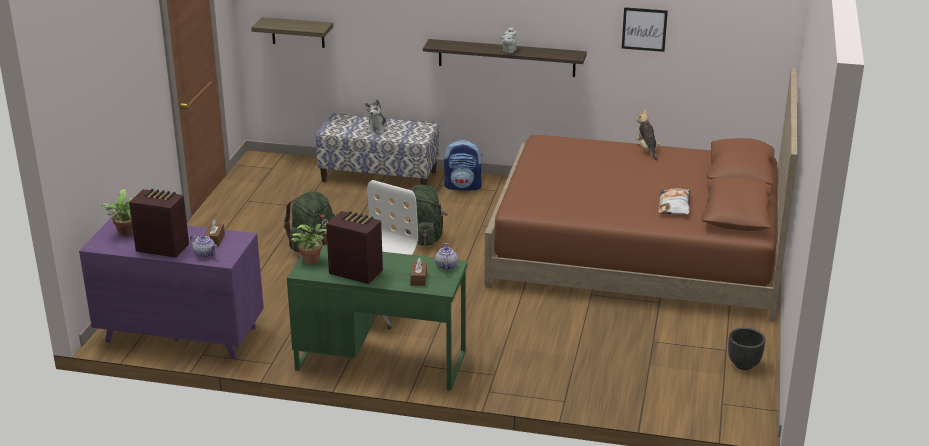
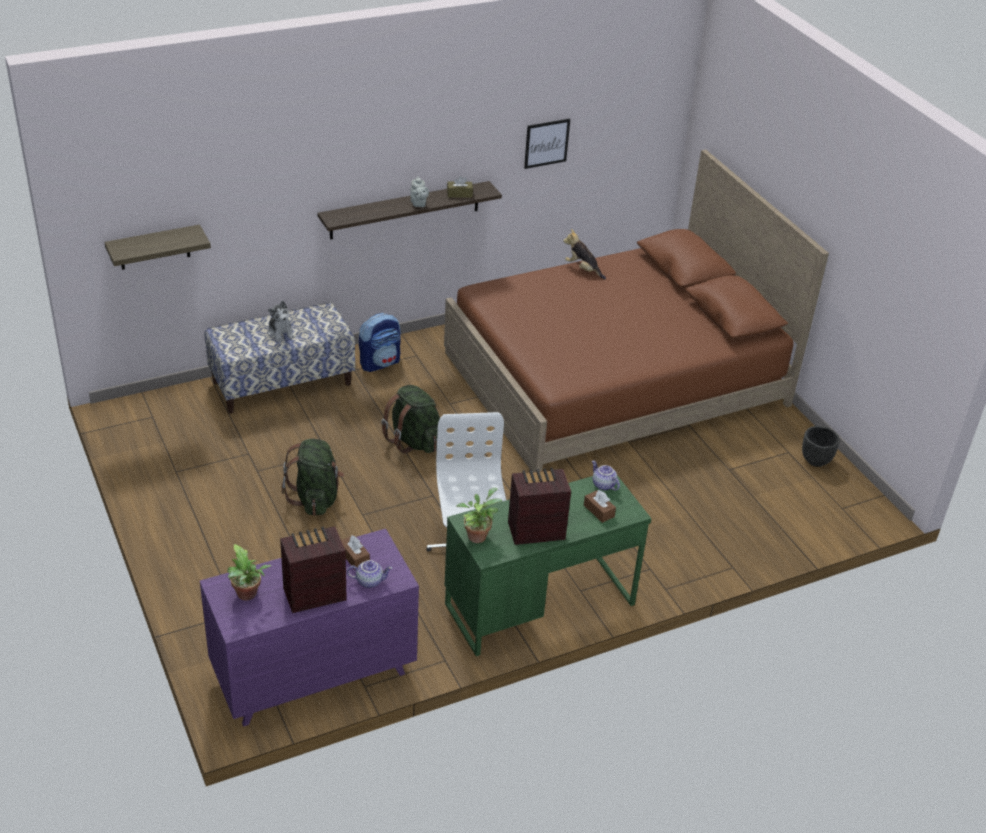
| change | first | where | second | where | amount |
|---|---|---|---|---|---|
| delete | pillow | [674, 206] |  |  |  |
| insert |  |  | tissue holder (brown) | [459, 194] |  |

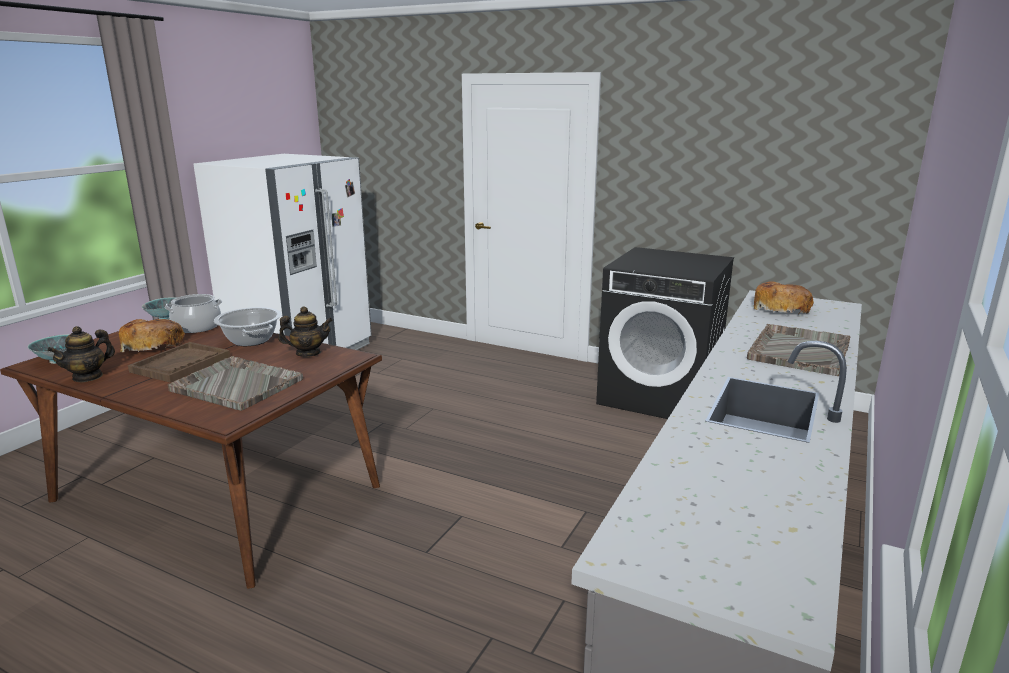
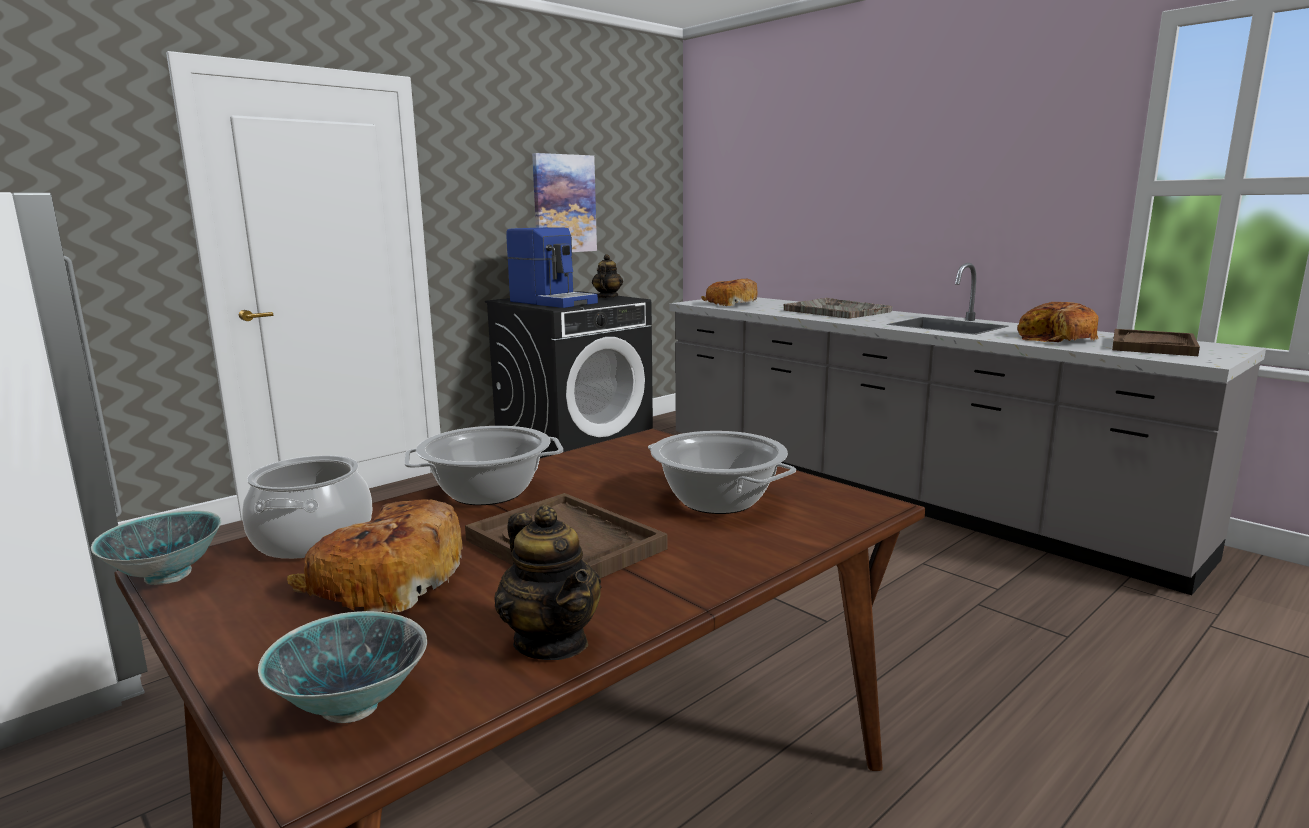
| change | first | where | second | where | amount |
|---|---|---|---|---|---|
| move | teapot | [308, 353] |  | [607, 297] |  |
| replace | tray (grey) | [236, 385] | stockpot | [717, 500] |  |
| insert |  |  | wall art | [564, 204] |  |
| insert |  |  | coffee maker | [553, 302] |  |
| insert |  |  | bakery bread | [1057, 339] |  |
| insert |  |  | tray (brown) | [1152, 346] |  |

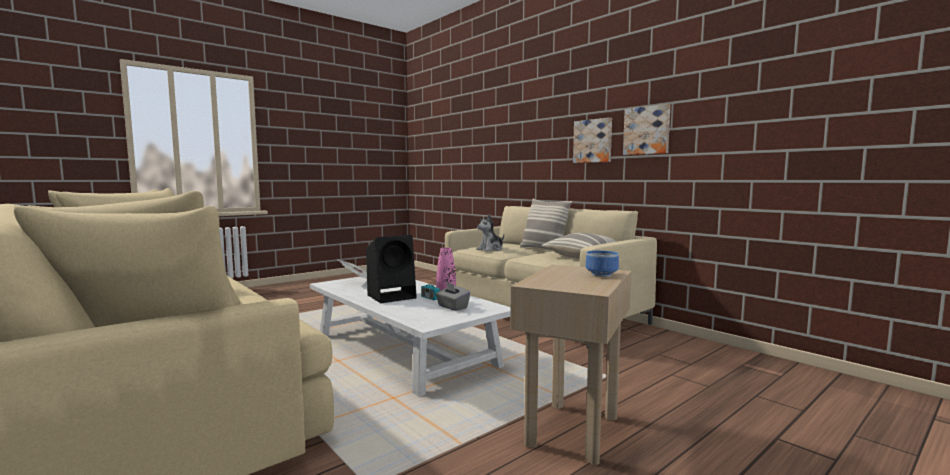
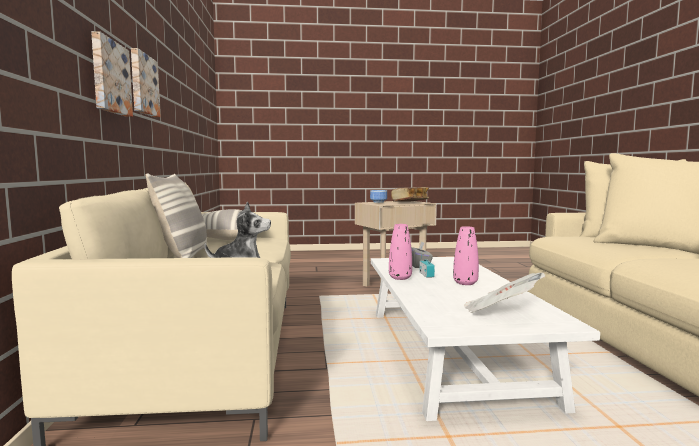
| change | first | where | second | where | amount |
|---|---|---|---|---|---|
| replace | audio speaker (black) | [392, 296] | vase (pink) | [465, 283] |  |
| insert |  |  | bound book | [410, 202] |  |

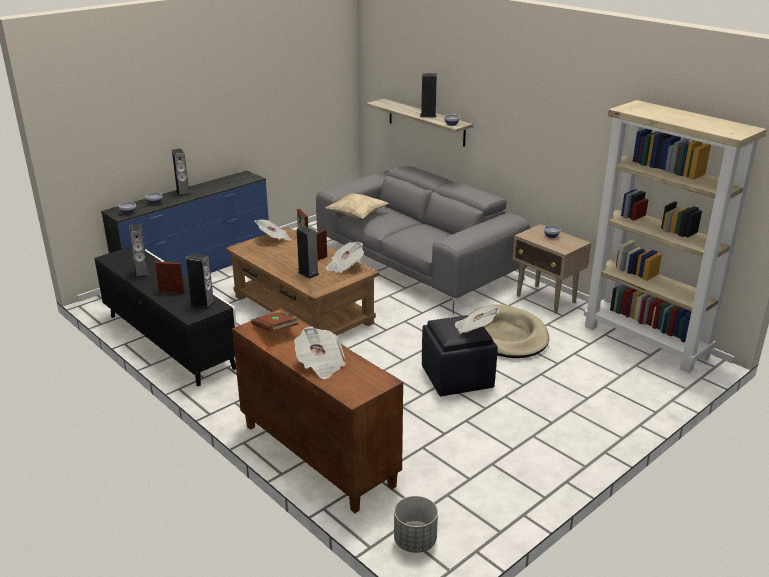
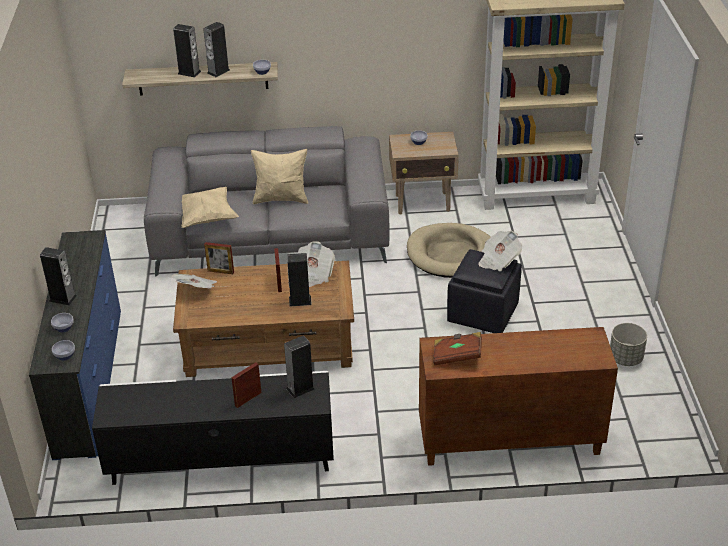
| change | first | where | second | where | amount |
|---|---|---|---|---|---|
| move | audio speaker | [142, 273] |  | [189, 72] |  |
| delete | newspaper | [320, 364] |  |  |  |
| move | plant pot (grey) | [415, 541] |  | [626, 358] |  |
| insert |  |  | pillow (beige) | [281, 198] |  |

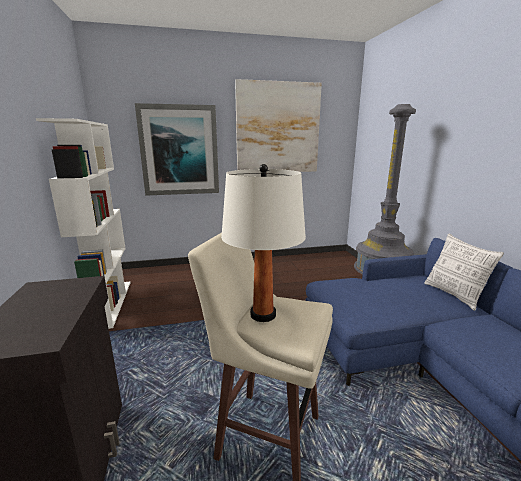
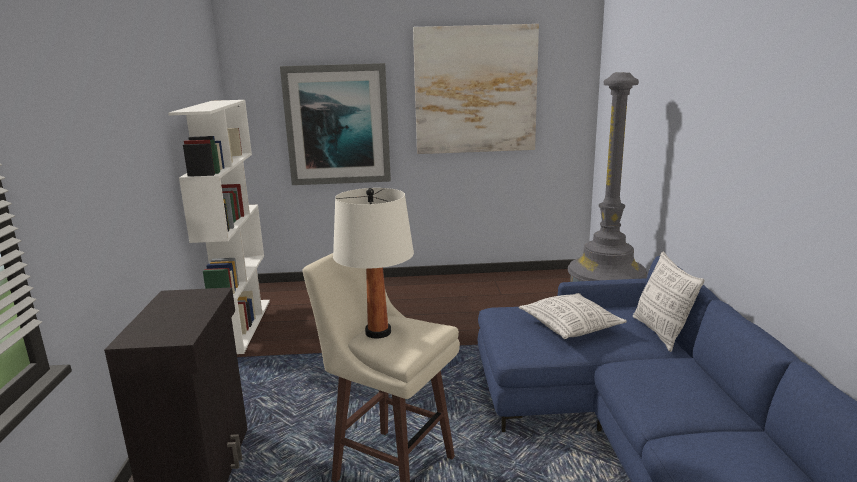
| change | first | where | second | where | amount |
|---|---|---|---|---|---|
| insert |  |  | pillow | [571, 327] |  |

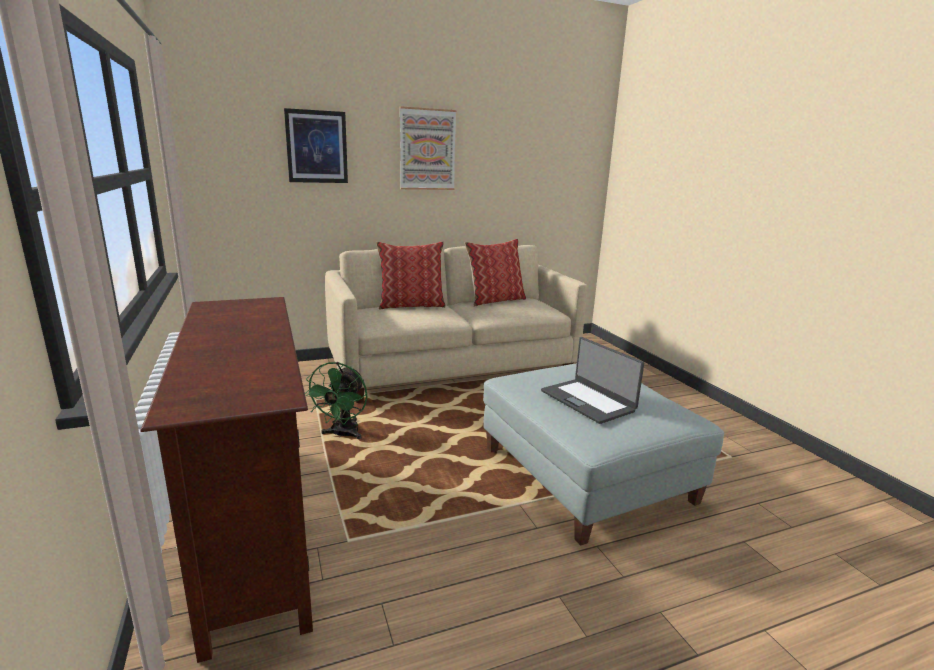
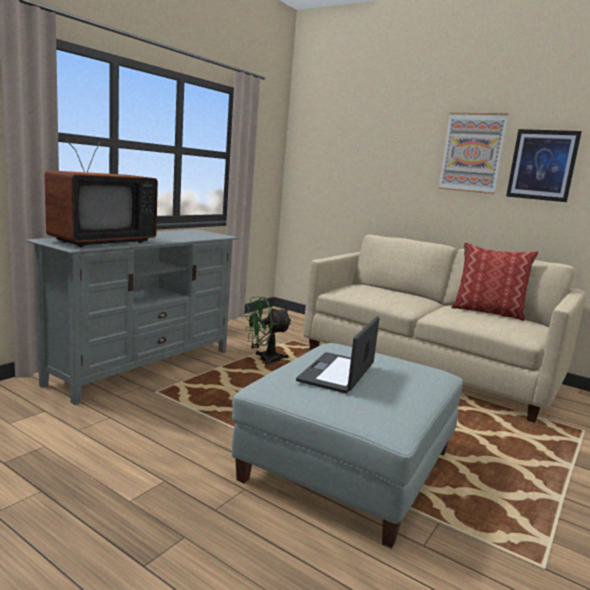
| change | first | where | second | where | amount |
|---|---|---|---|---|---|
| move | wall art | [316, 147] |  | [542, 165] |  |
| delete | pillow | [411, 305] |  |  |  |
| recolor | tv stand (brown) | [254, 528] | tv stand (grey) | [143, 366] |  |
| insert |  |  | TV set | [98, 241] |  |

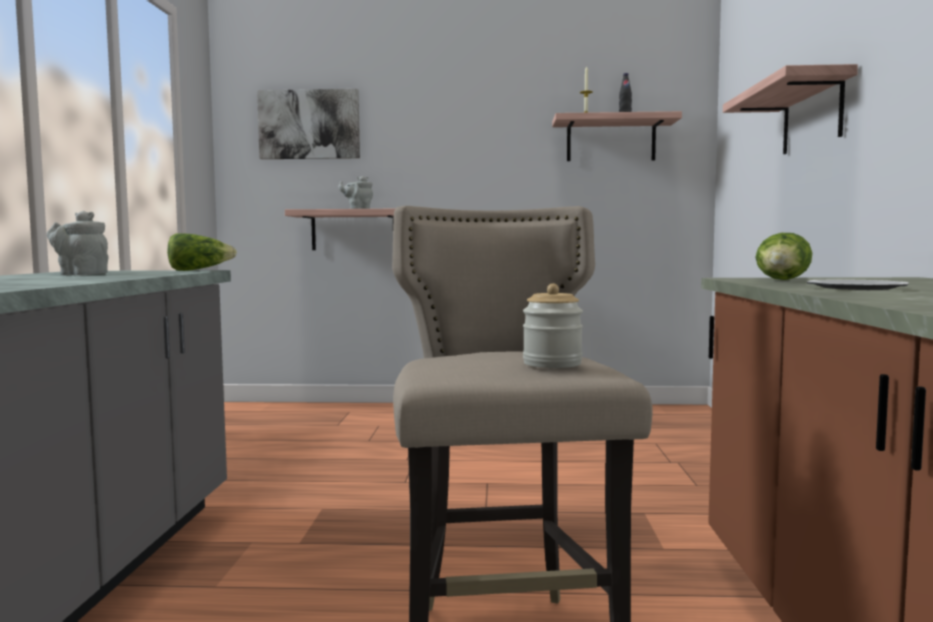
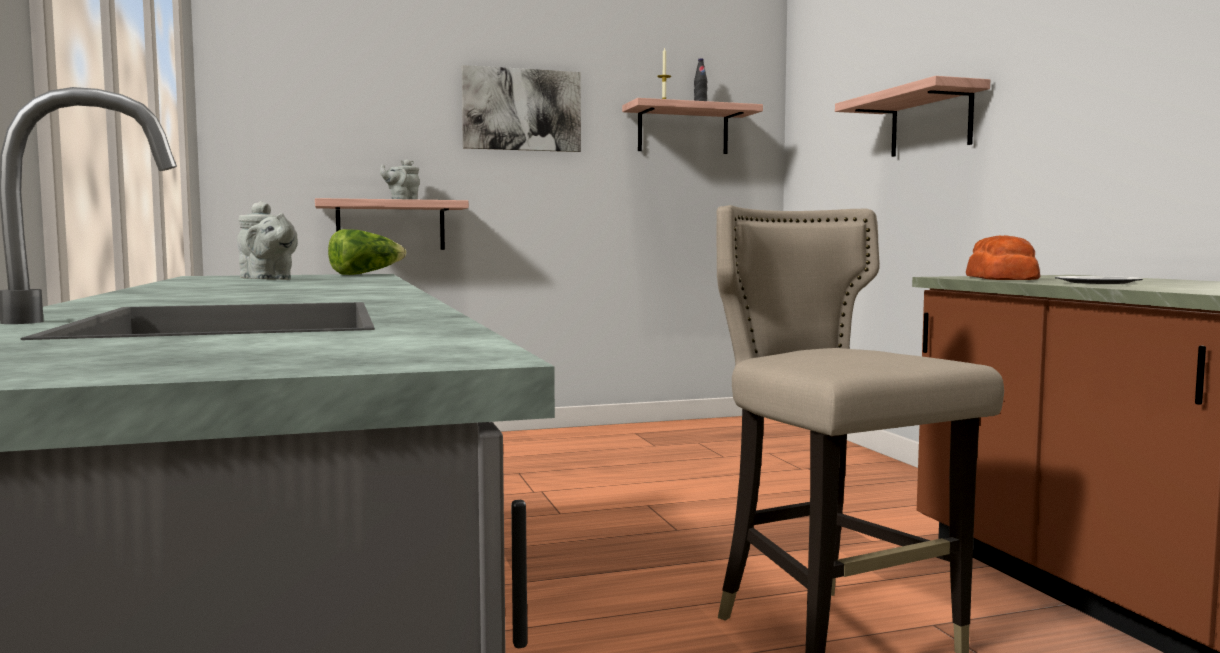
| change | first | where | second | where | amount |
|---|---|---|---|---|---|
| move | wall art | [309, 124] |  | [521, 110] |  |
| rotate | teapot (grey) | [80, 274] |  | [268, 279] | 135 degrees counterclockwise |
| replace | lettuce head | [782, 280] | bakery bread | [1001, 278] |  |
| delete | jar | [552, 363] |  |  |  |

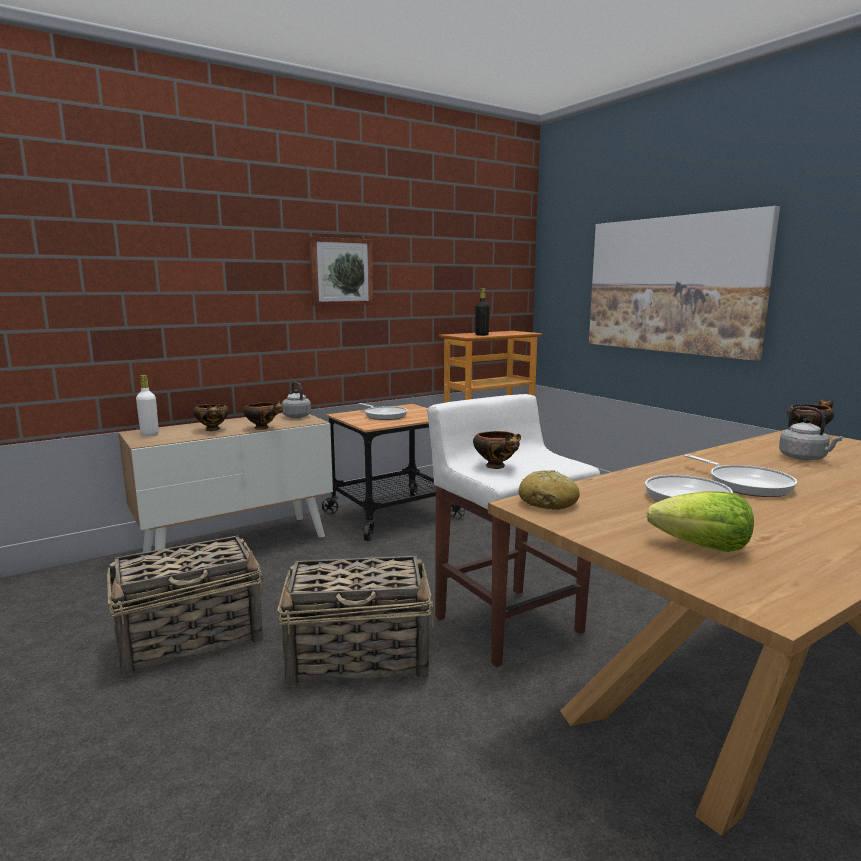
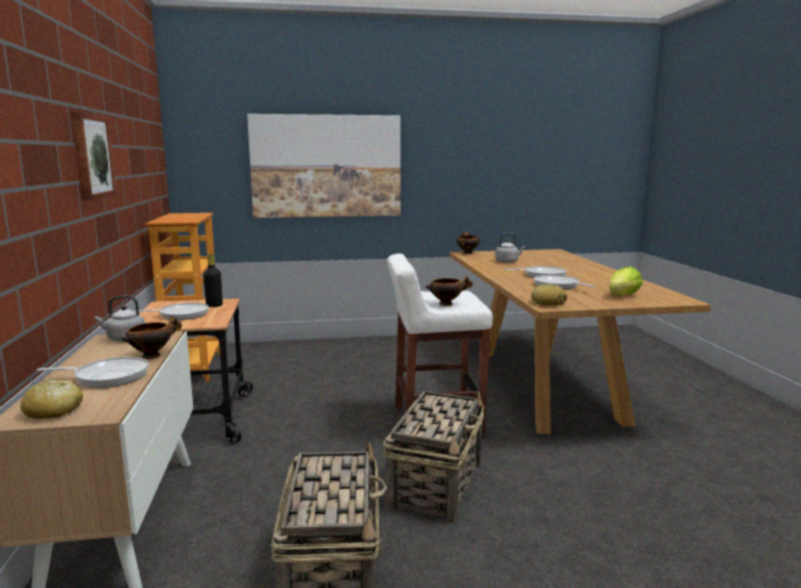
| change | first | where | second | where | amount |
|---|---|---|---|---|---|
| move | beverage bottle (black) | [482, 335] |  | [214, 305] |  |
| replace | beverage bottle (whitish) | [149, 434] | bakery bread | [53, 410] |  |
| replace | deep dish | [213, 430] | skillet | [107, 377] |  |

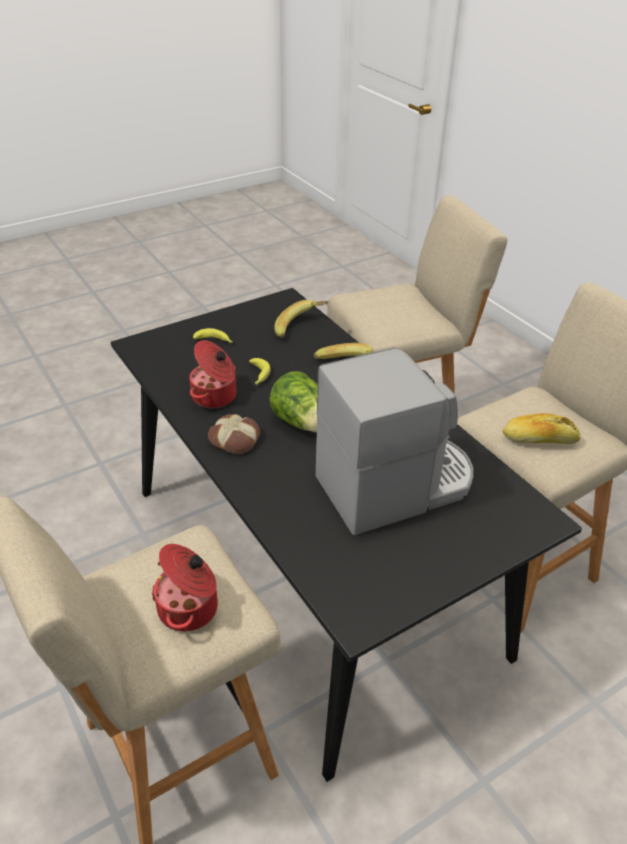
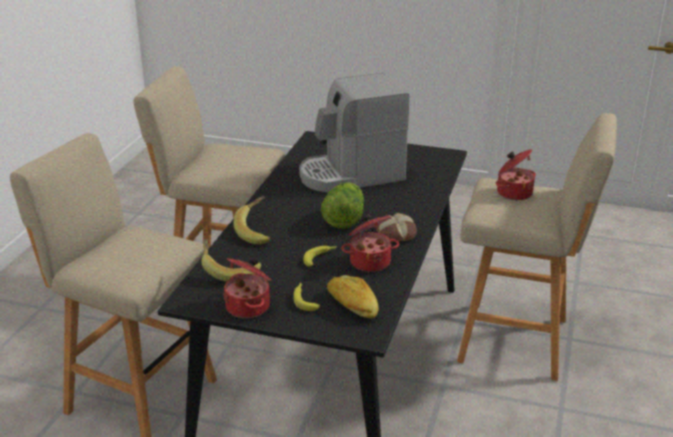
| change | first | where | second | where | amount |
|---|---|---|---|---|---|
| rotate | coffee maker | [396, 485] |  | [351, 175] | 45 degrees counterclockwise |
| move | bakery bread | [539, 440] |  | [352, 305] |  |
| insert |  |  | stockpot | [249, 306] |  |

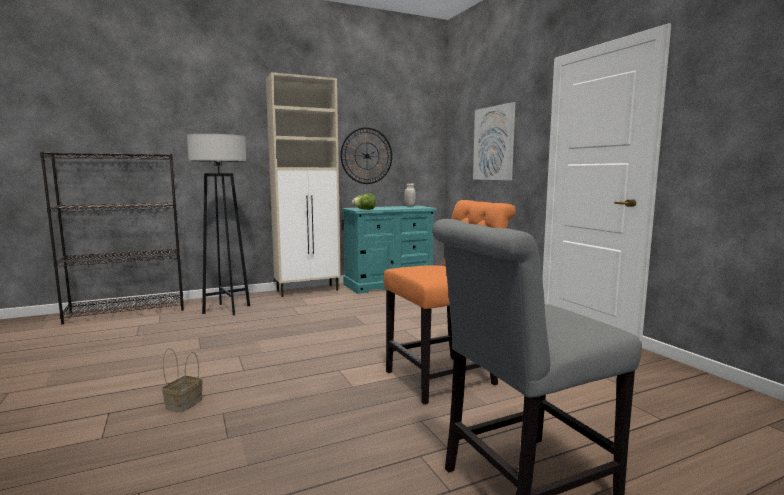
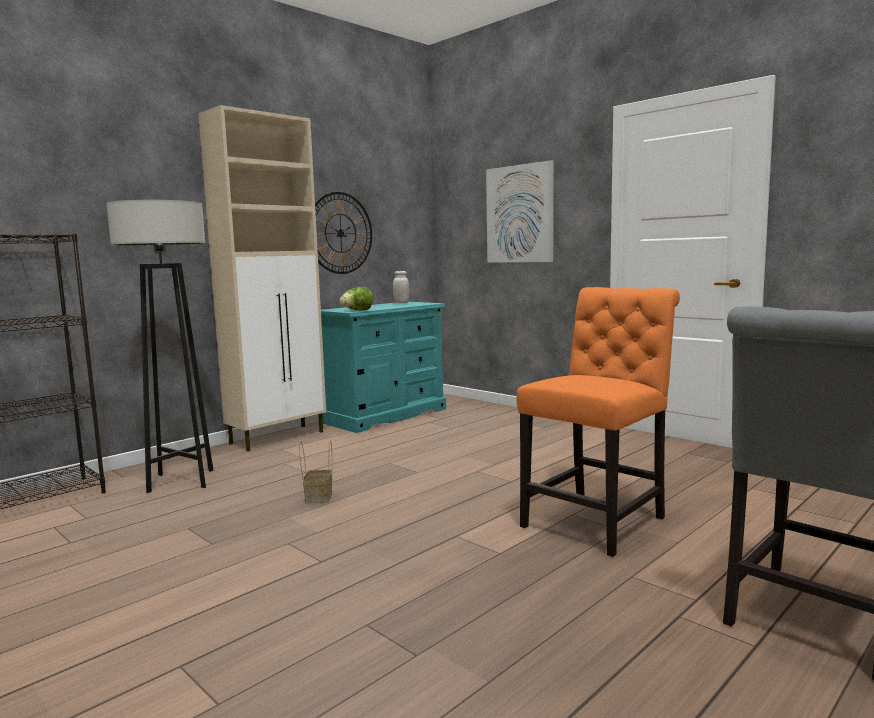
| change | first | where | second | where | amount |
|---|---|---|---|---|---|
| move | basket | [184, 403] |  | [318, 497] |  |

